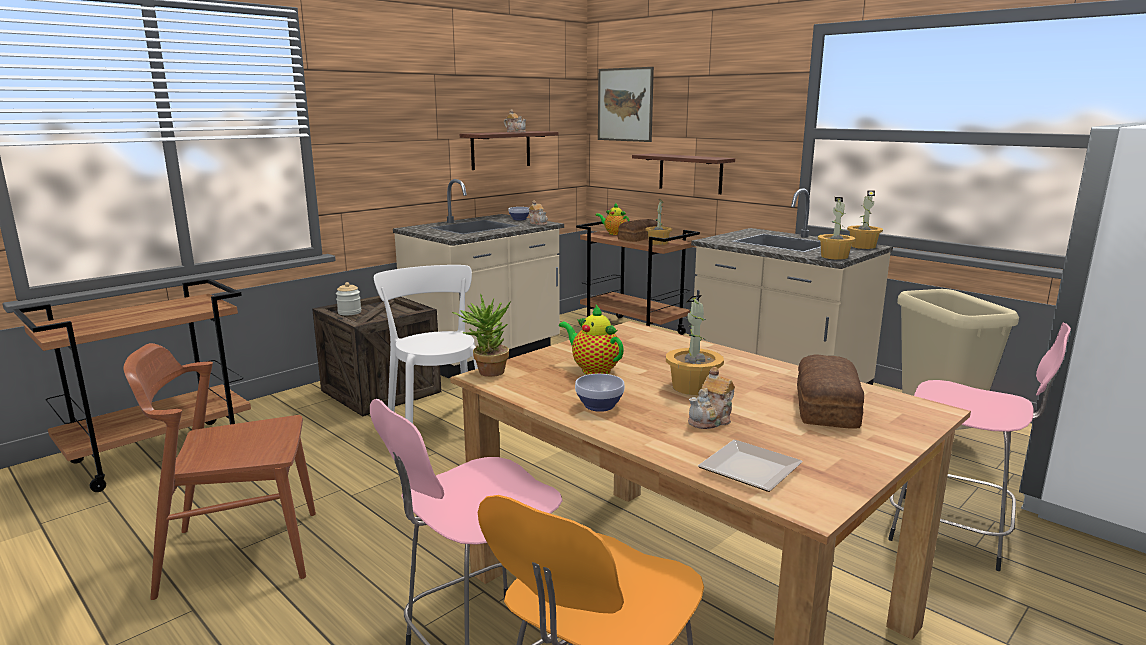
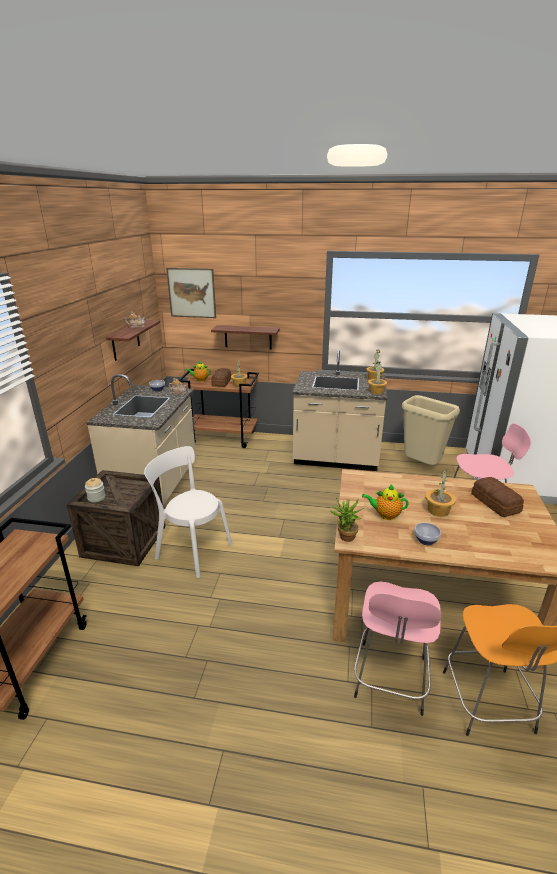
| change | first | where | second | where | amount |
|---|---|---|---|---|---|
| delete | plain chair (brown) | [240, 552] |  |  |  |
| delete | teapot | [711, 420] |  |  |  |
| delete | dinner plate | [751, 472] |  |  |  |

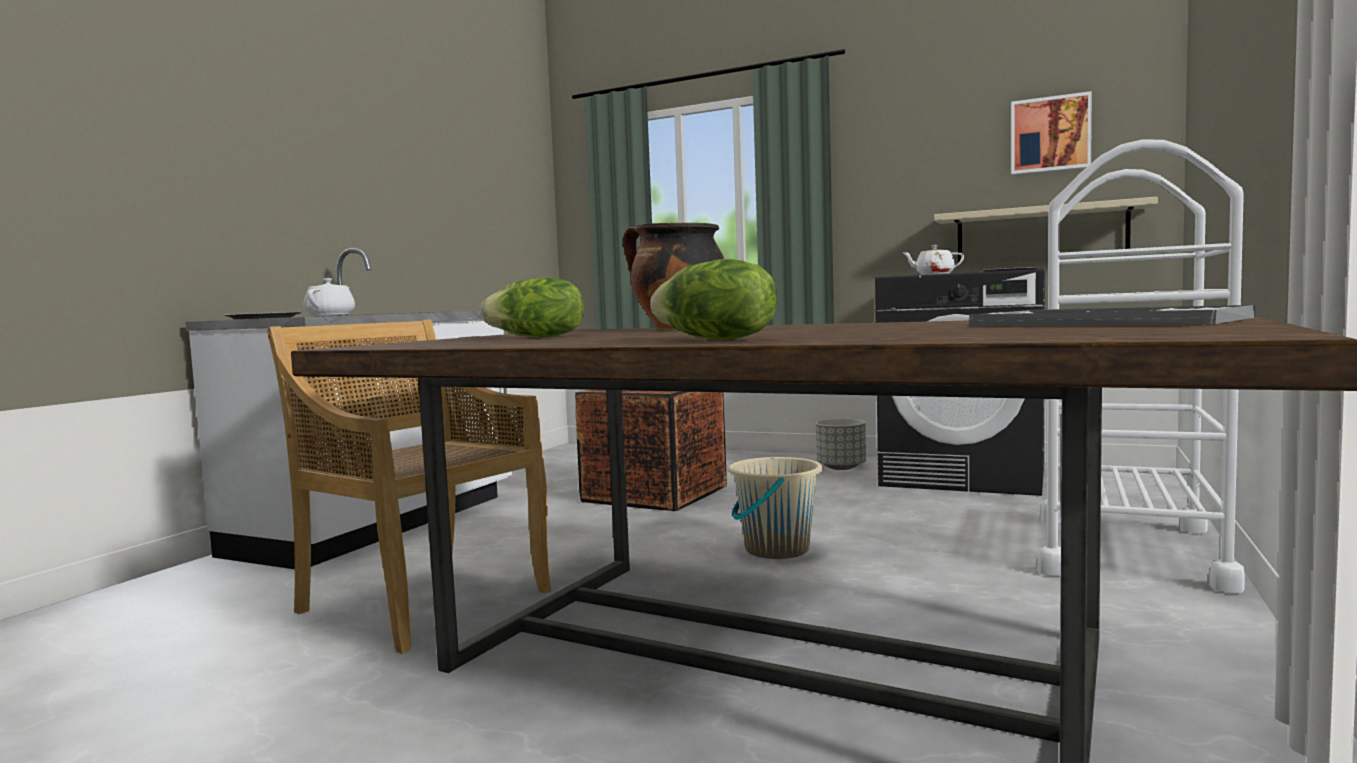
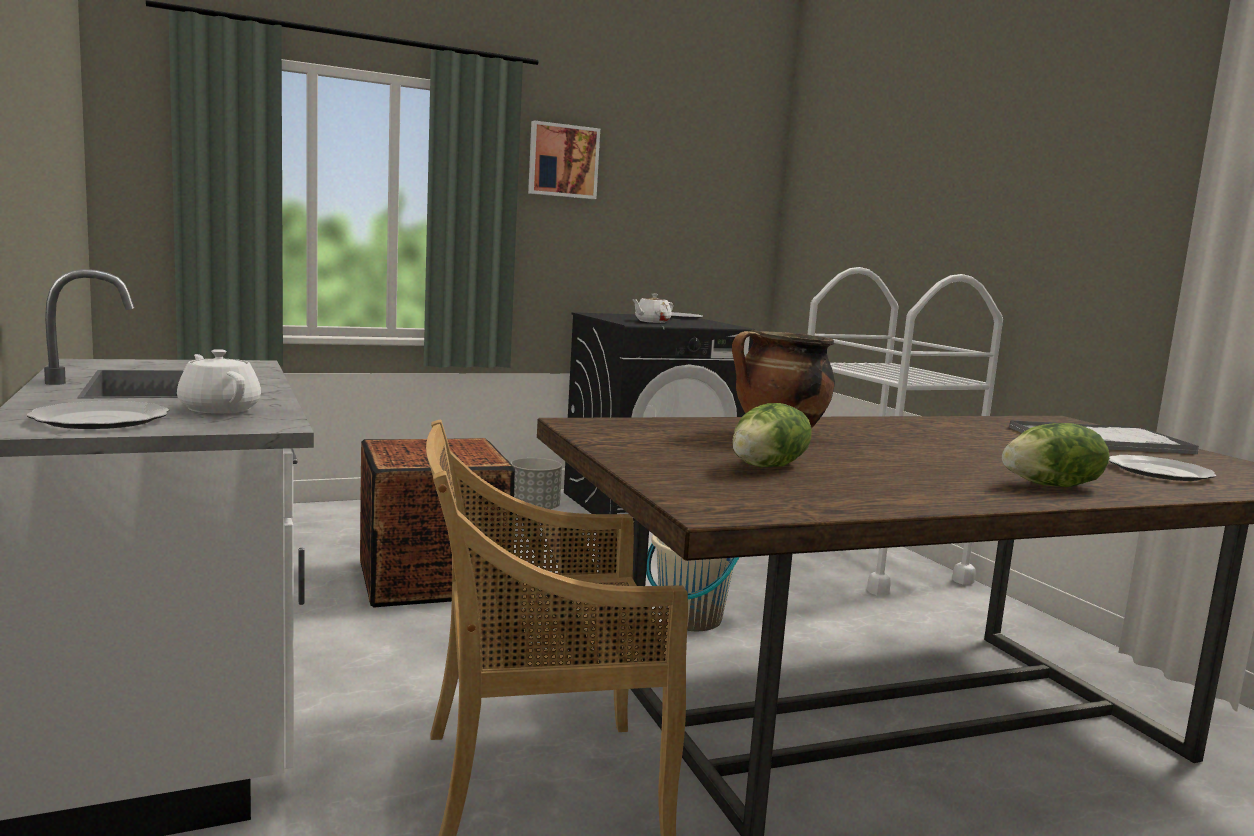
| change | first | where | second | where | amount |
|---|---|---|---|---|---|
| move | wall art | [1050, 135] |  | [562, 161] |  |
| delete | wall shelf (beige) | [1040, 234] |  |  |  |
| insert |  |  | dinner plate | [1159, 472] |  |

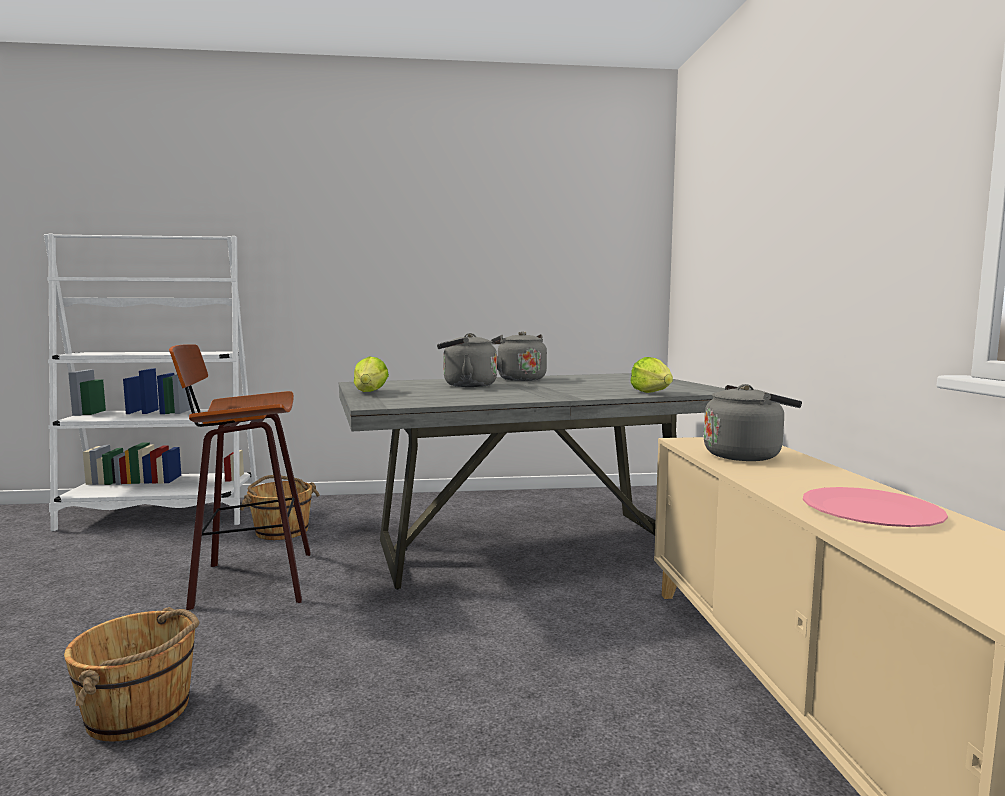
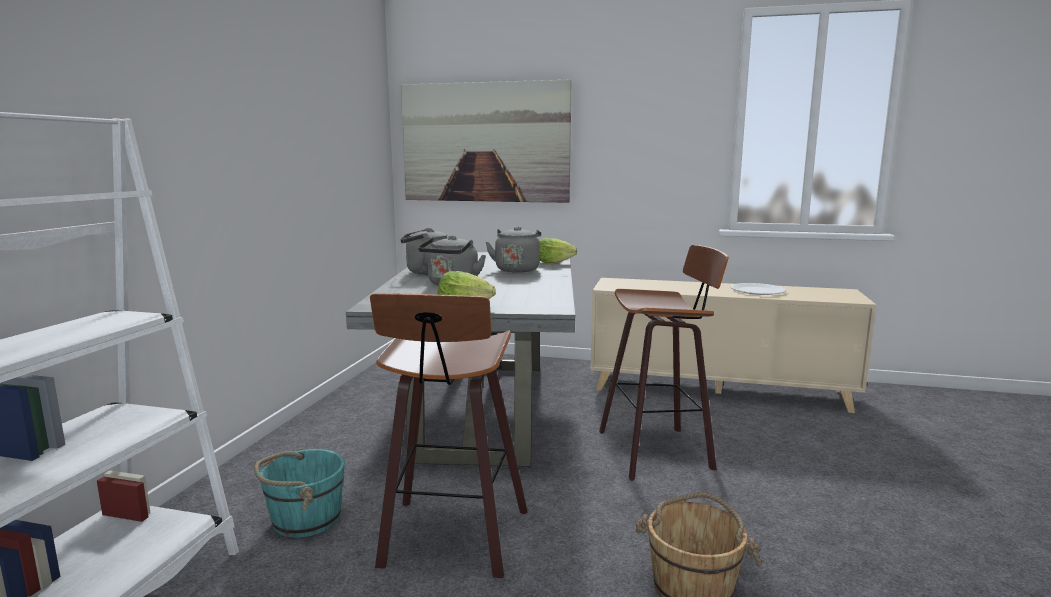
| change | first | where | second | where | amount |
|---|---|---|---|---|---|
| move | kettle (grey) | [745, 455] |  | [517, 269] |  |
| recolor | pail (brown) | [281, 531] | pail (blue-green) | [305, 519] |  |
| recolor | dinner plate (pink) | [870, 511] | dinner plate (whitish) | [757, 291] |  |
| insert |  |  | wall art | [485, 142] |  |
| insert |  |  | sitting stool | [658, 450] |  |

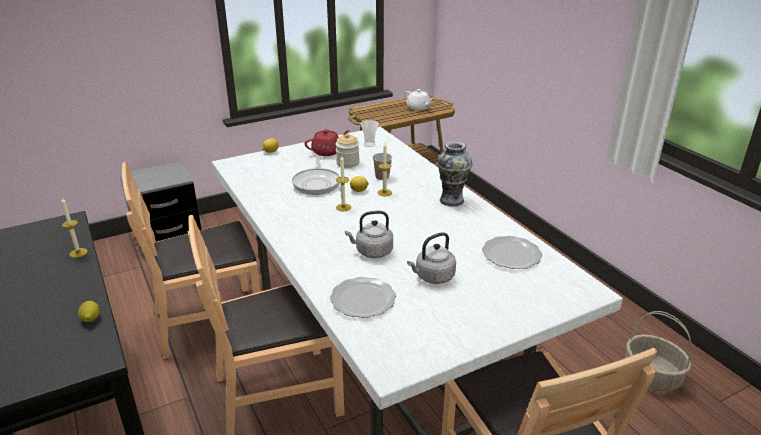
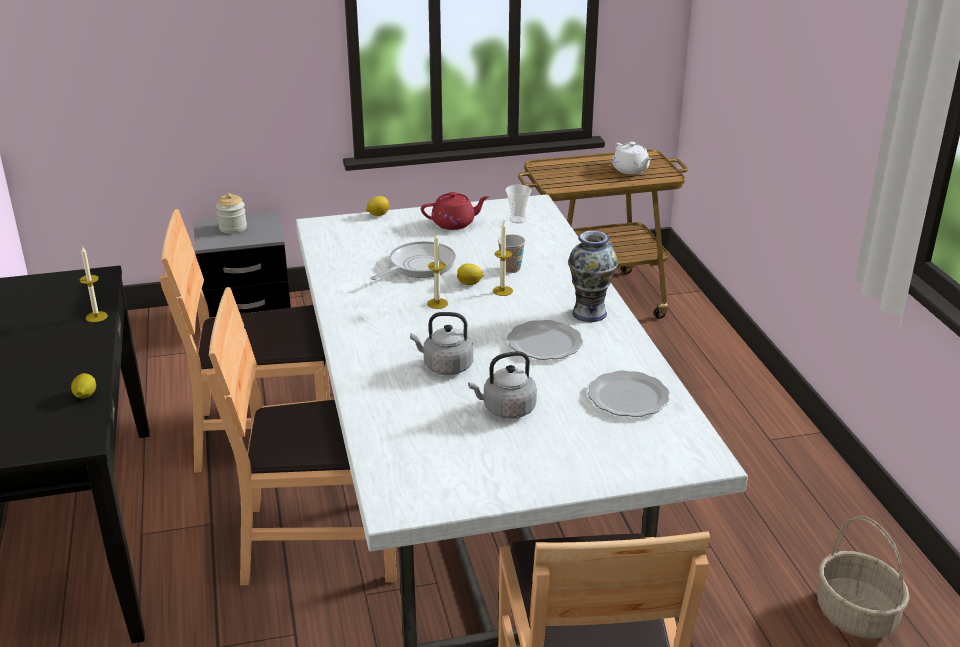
| change | first | where | second | where | amount |
|---|---|---|---|---|---|
| move | jar | [347, 163] |  | [233, 228] |  |
| rotate | skillet | [316, 183] |  | [418, 266] | 150 degrees counterclockwise |
| move | dinner plate | [364, 299] |  | [546, 343] |  |

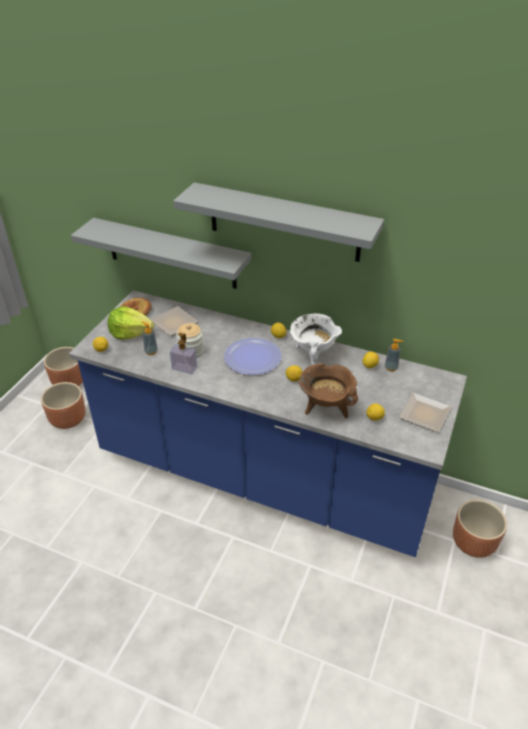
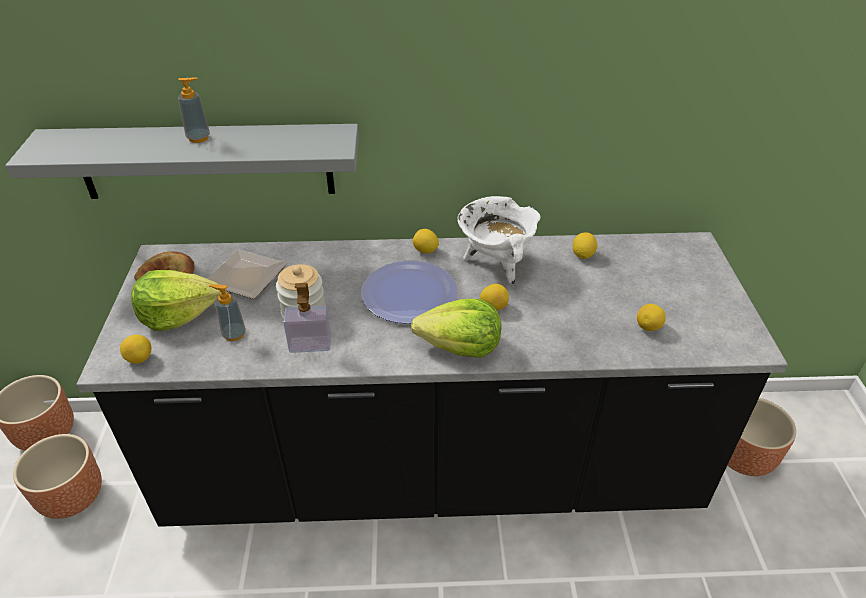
| change | first | where | second | where | amount |
|---|---|---|---|---|---|
| delete | wall shelf (grey) | [284, 222] |  |  |  |
| recolor | kitchen base unit (blue-coloured) | [264, 476] | kitchen base unit (black) | [433, 470] |  |
| move | liquid soap bottle | [391, 367] |  | [198, 138] |  |
| delete | stockpot (brown) | [326, 408] |  |  |  |
| delete | dinner plate | [426, 414] |  |  |  |
| insert |  |  | lettuce head | [460, 347] |  |

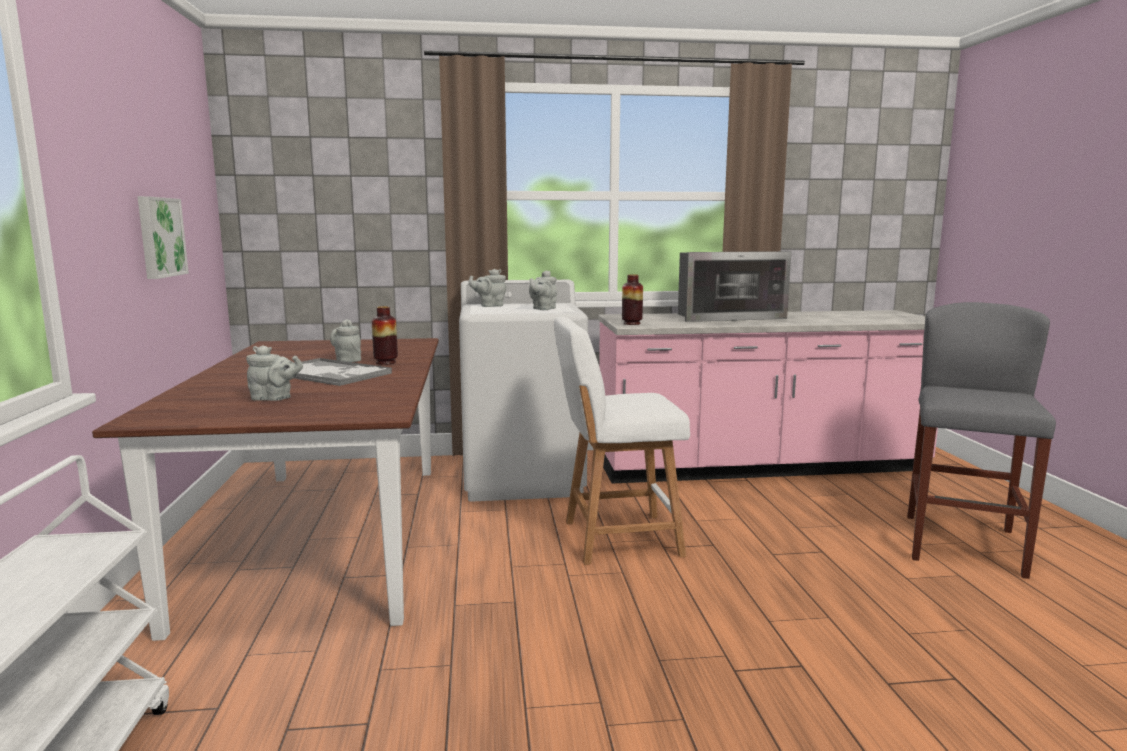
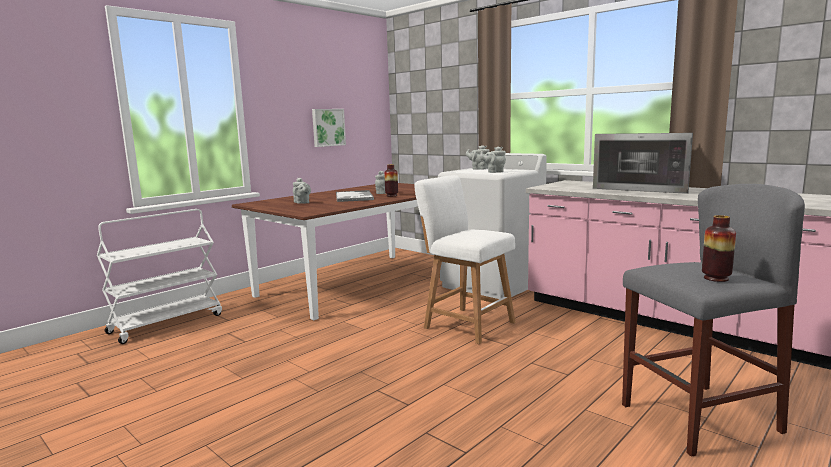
| change | first | where | second | where | amount |
|---|---|---|---|---|---|
| move | vase | [632, 323] |  | [716, 278] |  |

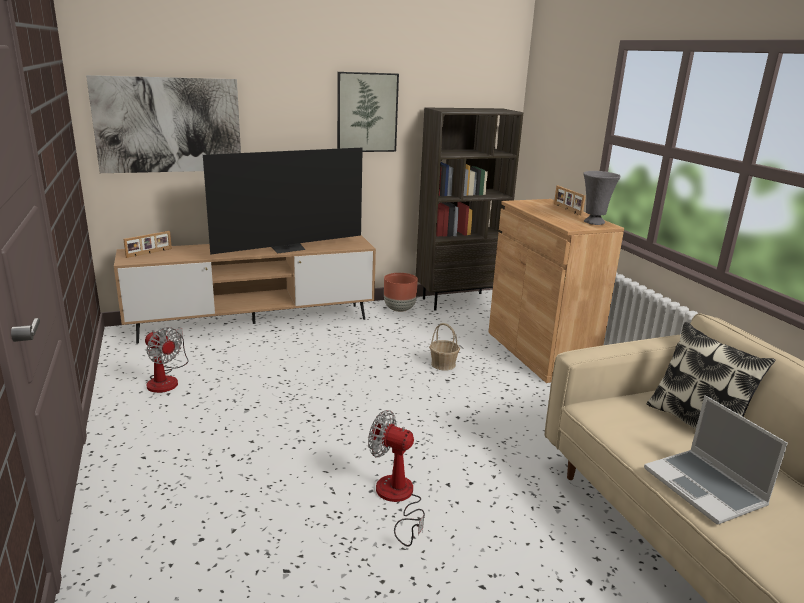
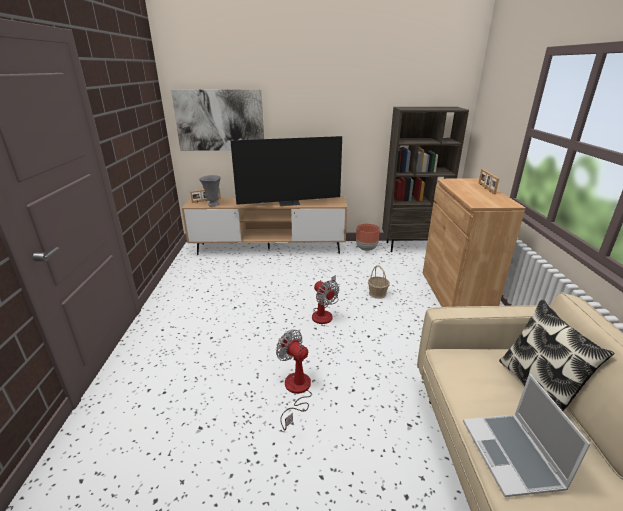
| change | first | where | second | where | amount |
|---|---|---|---|---|---|
| delete | wall art | [367, 112] |  |  |  |
| move | vase (grey) | [594, 223] |  | [213, 204] |  |
| move | cooling fan | [166, 379] |  | [324, 313] |  |

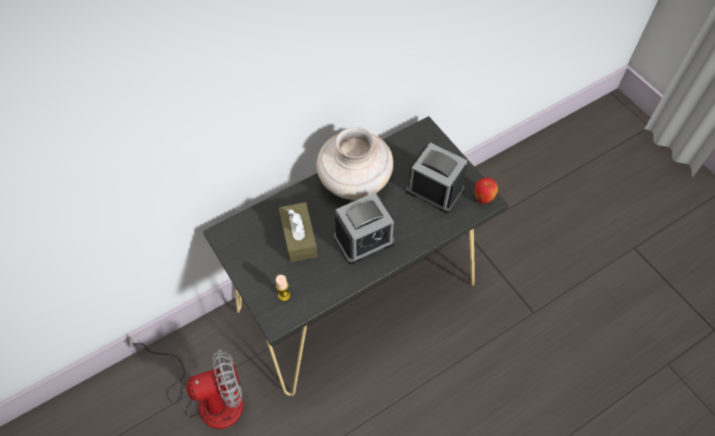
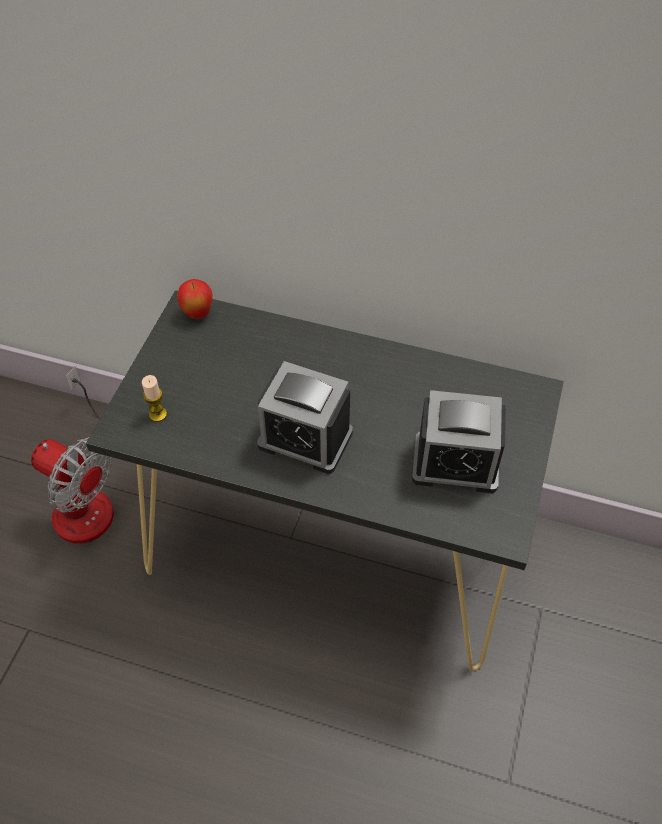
| change | first | where | second | where | amount |
|---|---|---|---|---|---|
| delete | vase (beige) | [354, 183] |  |  |  |
| rotate | alarm clock | [434, 190] |  | [455, 463] | 105 degrees clockwise |
| move | apple fruit | [483, 199] |  | [198, 314] |  |
| delete | tissue holder (brown) | [298, 237] |  |  |  |

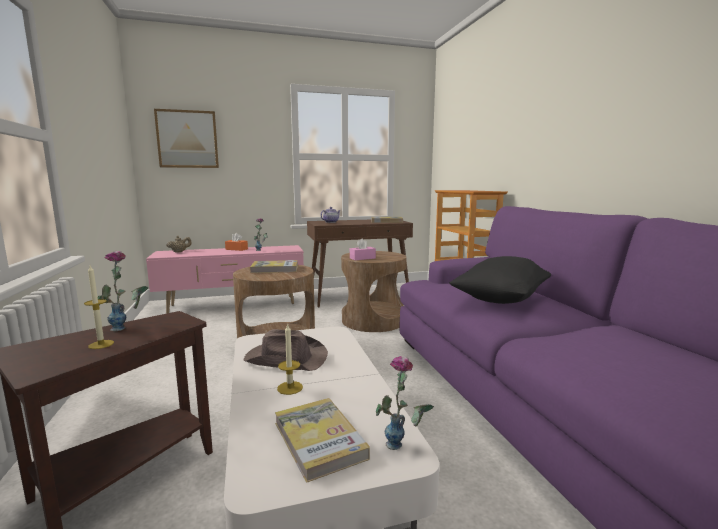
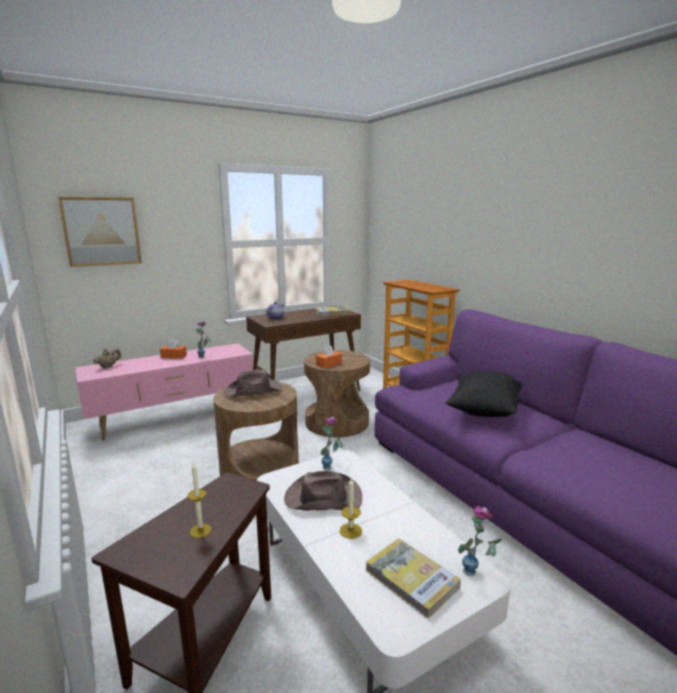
| change | first | where | second | where | amount |
|---|---|---|---|---|---|
| recolor | tissue holder (pink) | [362, 258] | tissue holder (orangey) | [329, 364] |  |
| move | vase | [128, 328] |  | [332, 466] |  |
| replace | bound book | [275, 269] | hat (brown) | [254, 391] |  |

